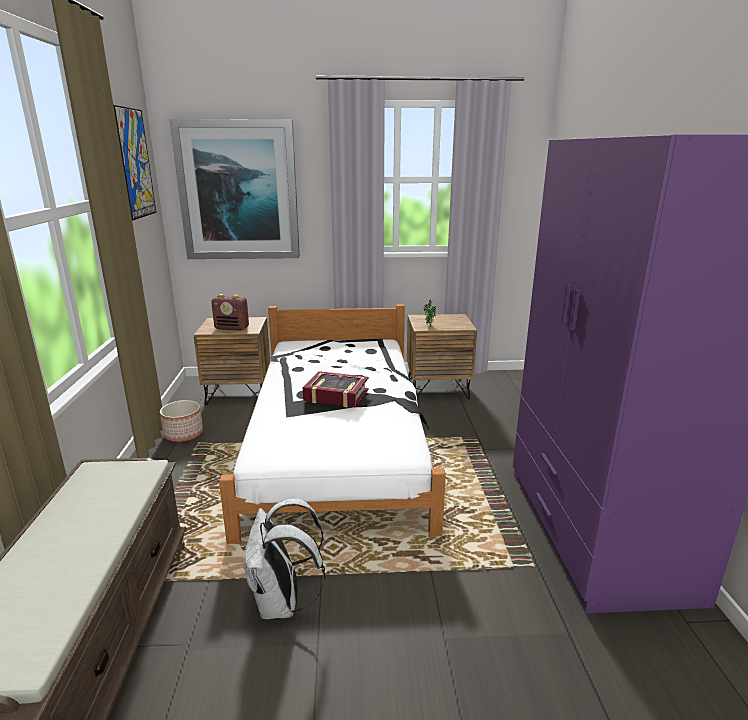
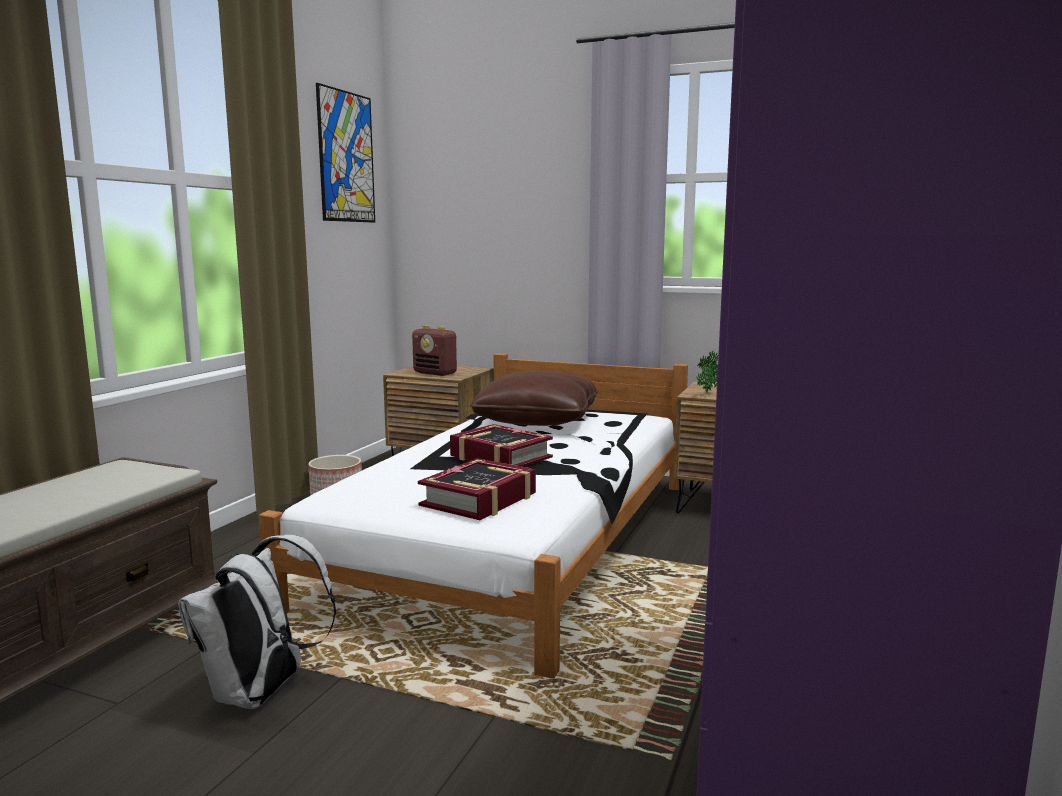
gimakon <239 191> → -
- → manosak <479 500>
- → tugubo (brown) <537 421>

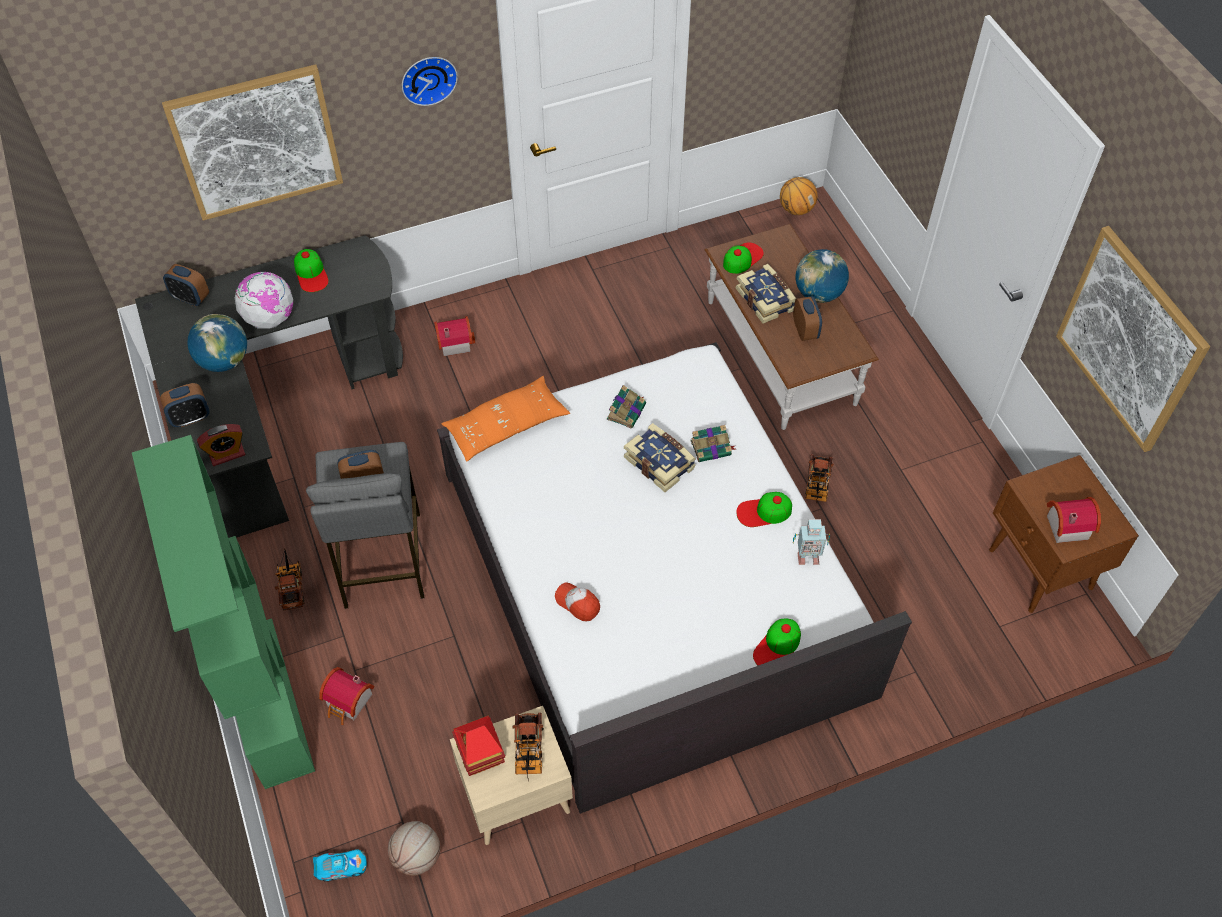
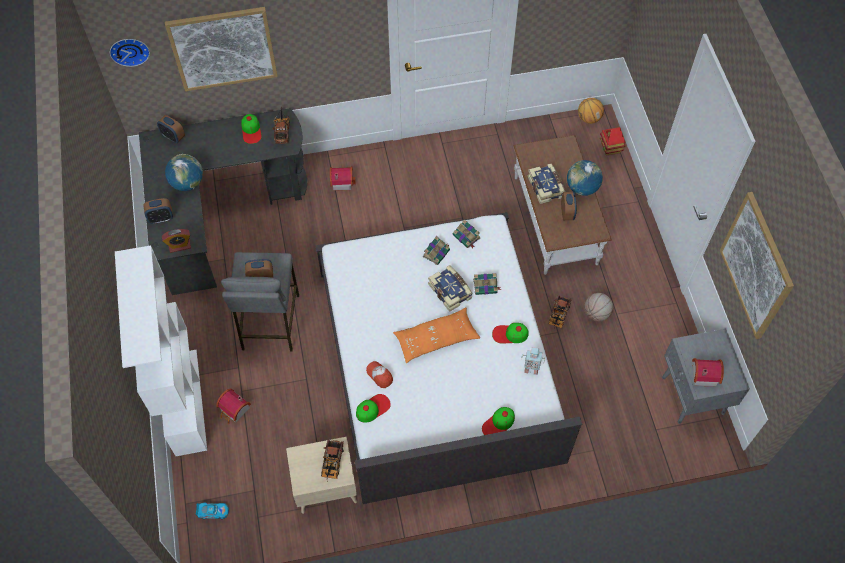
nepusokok <269 318> → -
- → manosak <466 237>
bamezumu <291 585> → bamezumu <282 130>, moved
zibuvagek <417 856> → zibuvagek <596 314>, moved
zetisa <428 78> → zetisa <129 50>, moved
tugubo (orange) <506 426> → tugubo (orange) <436 339>, moved
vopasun <481 755> → vopasun <610 148>, moved
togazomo <742 258> → togazomo <372 408>, moved
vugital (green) <267 700> → vugital (white) <185 401>
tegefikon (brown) <1040 570> → tegefikon (grey) <692 396>

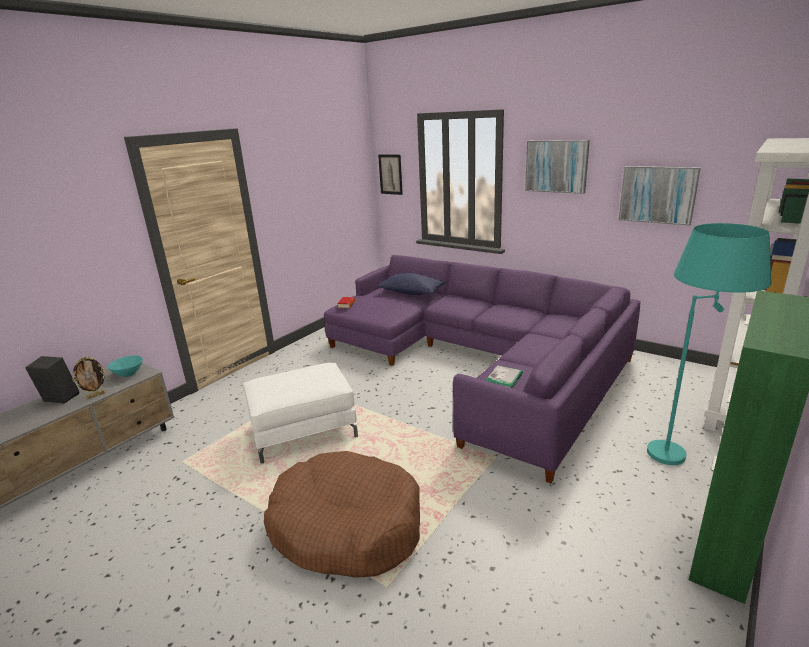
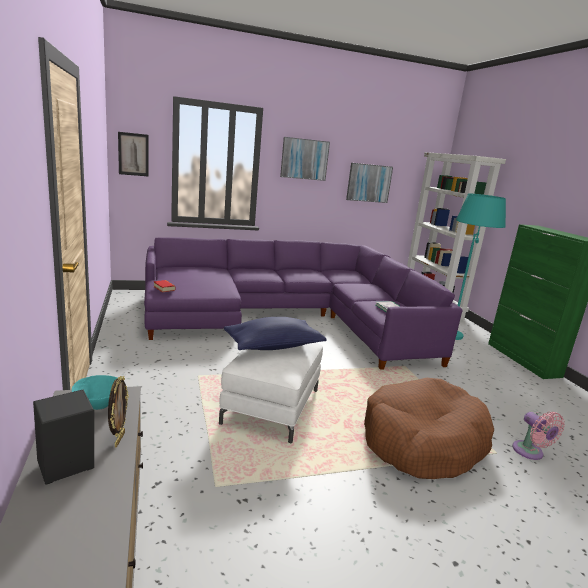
- → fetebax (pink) <530 452>
tugubo (blue) <411 293> → tugubo (blue) <273 346>, moved

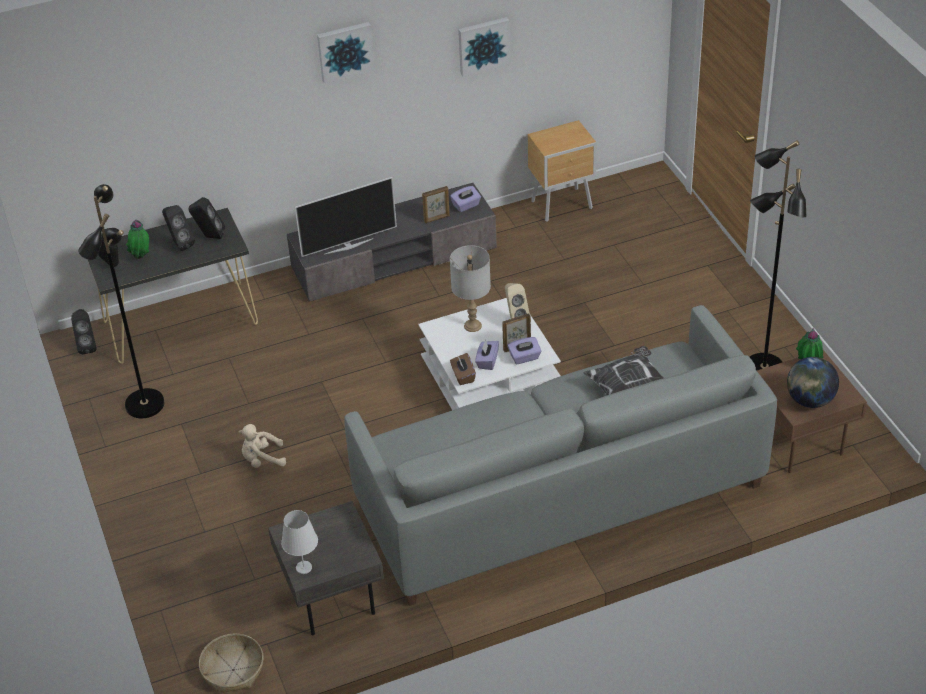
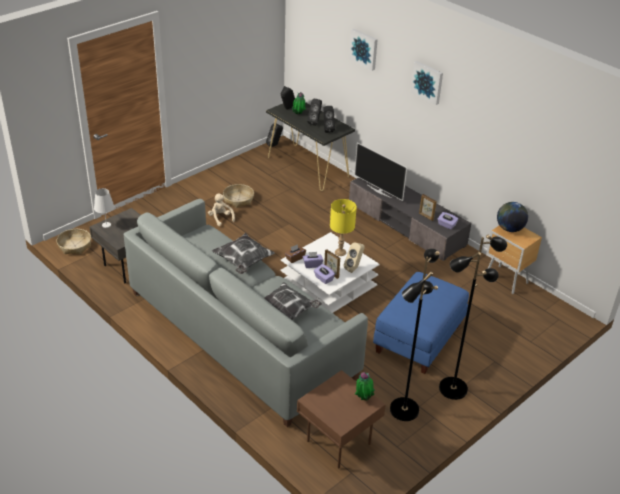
- → tugubo <243 261>
- → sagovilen <238 200>
- → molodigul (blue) <418 338>
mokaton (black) <143 404> → mokaton (black) <453 388>, moved
gimakon <483 45> → gimakon <364 49>, moved
nepusokok <809 400> → nepusokok <509 229>, moved
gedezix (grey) <473 325> → gedezix (yellow) <340 252>

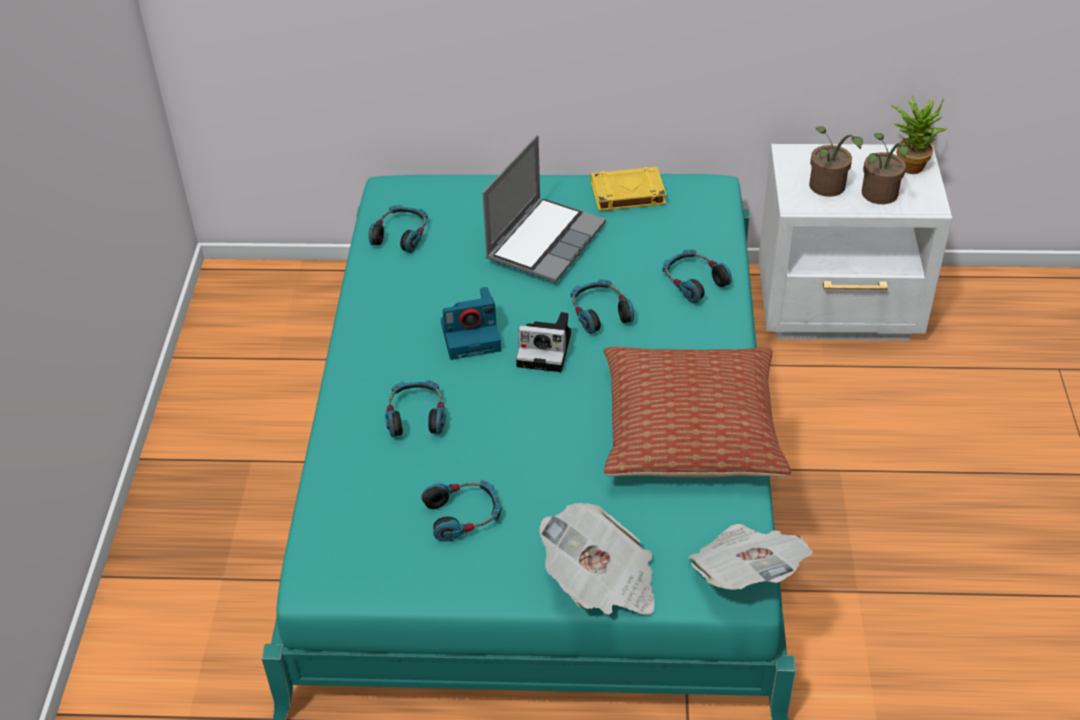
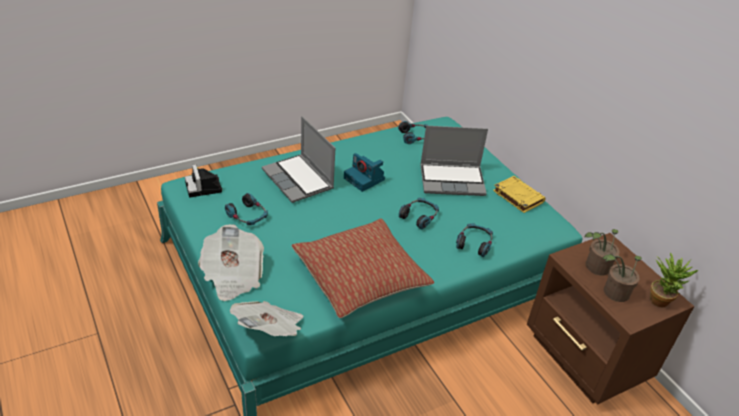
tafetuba <547 349> → tafetuba <204 188>, moved
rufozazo <416 415> → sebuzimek <299 180>
tegefikon (white) <840 309> → tegefikon (brown) <586 358>

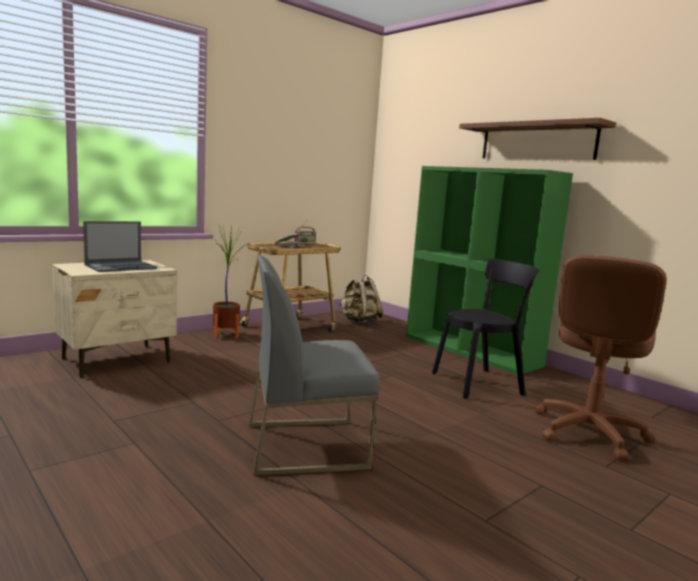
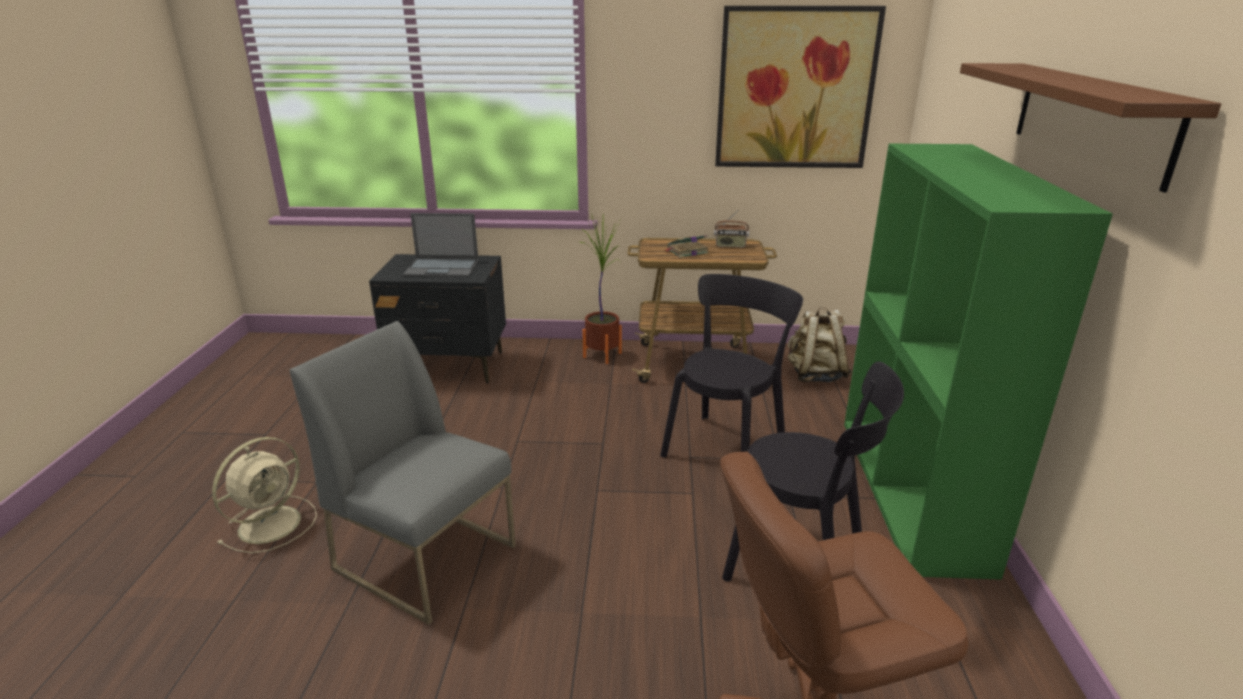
- → fetebax (beige) <272 523>
- → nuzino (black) <726 447>
- → gimakon <795 89>
tegefikon (beige) <117 360> → tegefikon (black) <450 366>

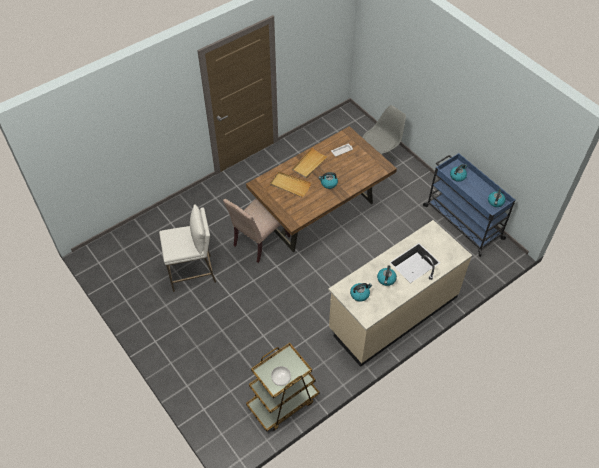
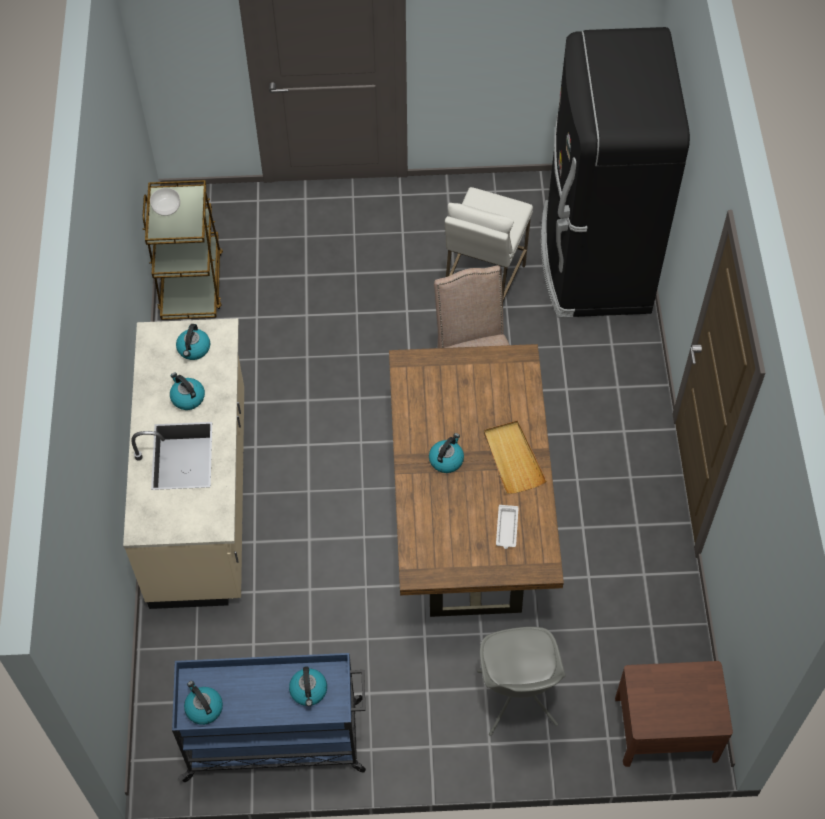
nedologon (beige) <290 185> → -
- → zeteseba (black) <593 261>
- → tegefikon (brown) <666 728>

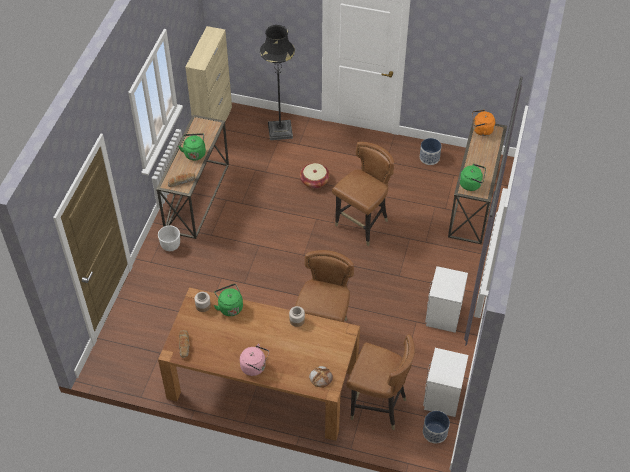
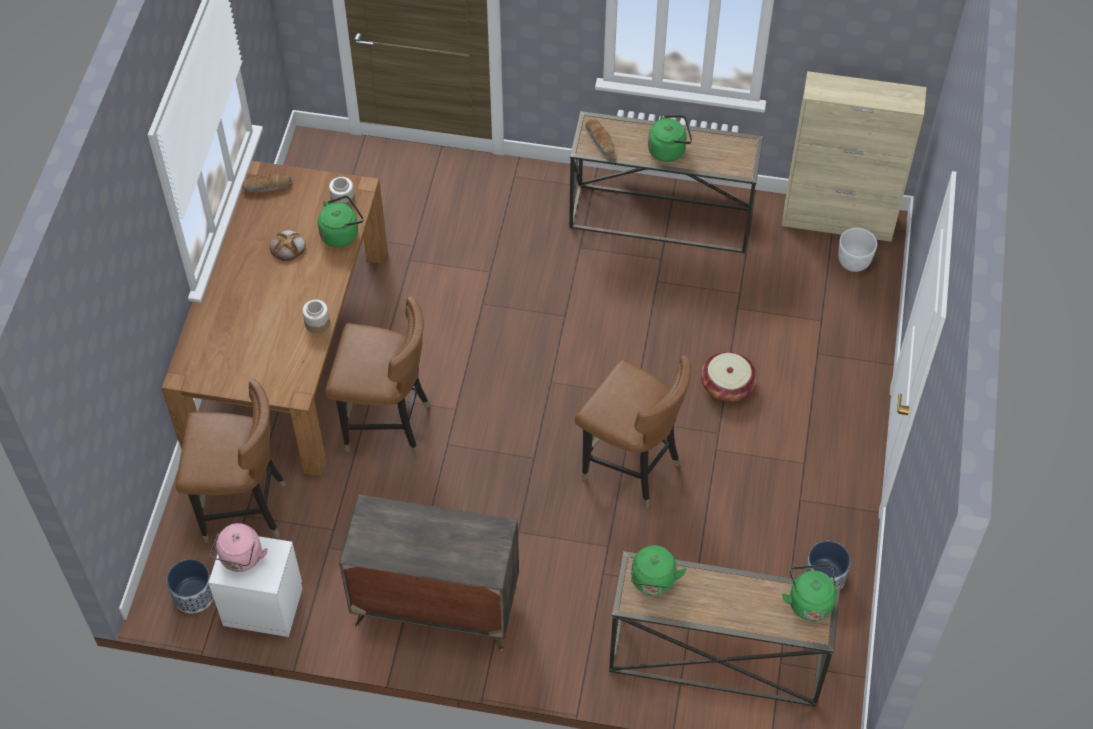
mokaton (black) <280 131> → -
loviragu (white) <171 245> → loviragu (white) <854 262>, moved
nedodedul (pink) <255 367> → nedodedul (pink) <241 559>, moved
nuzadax <321 377> → nuzadax <288 247>, moved
tegefikon (white) <442 315> → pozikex <434 605>
nedodedul (orange) <481 130> → nedodedul (green) <809 601>
nuzino (brown) <377 407> → nuzino (brown) <243 509>, 105 degrees counterclockwise

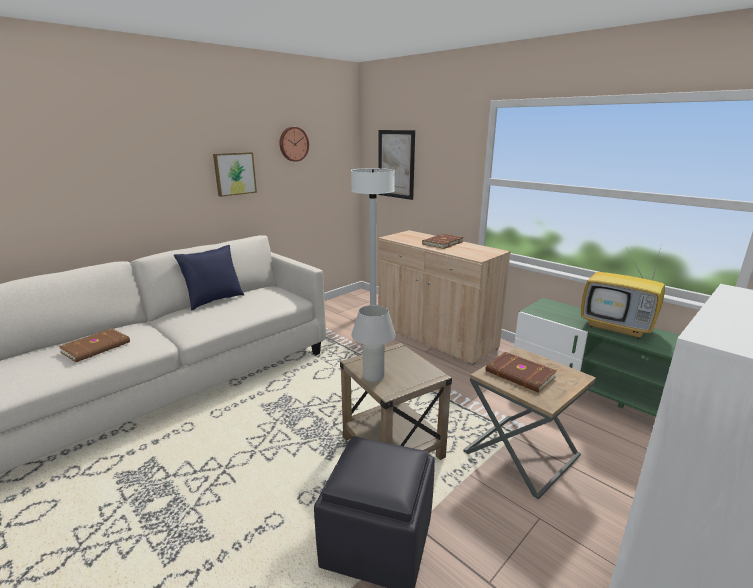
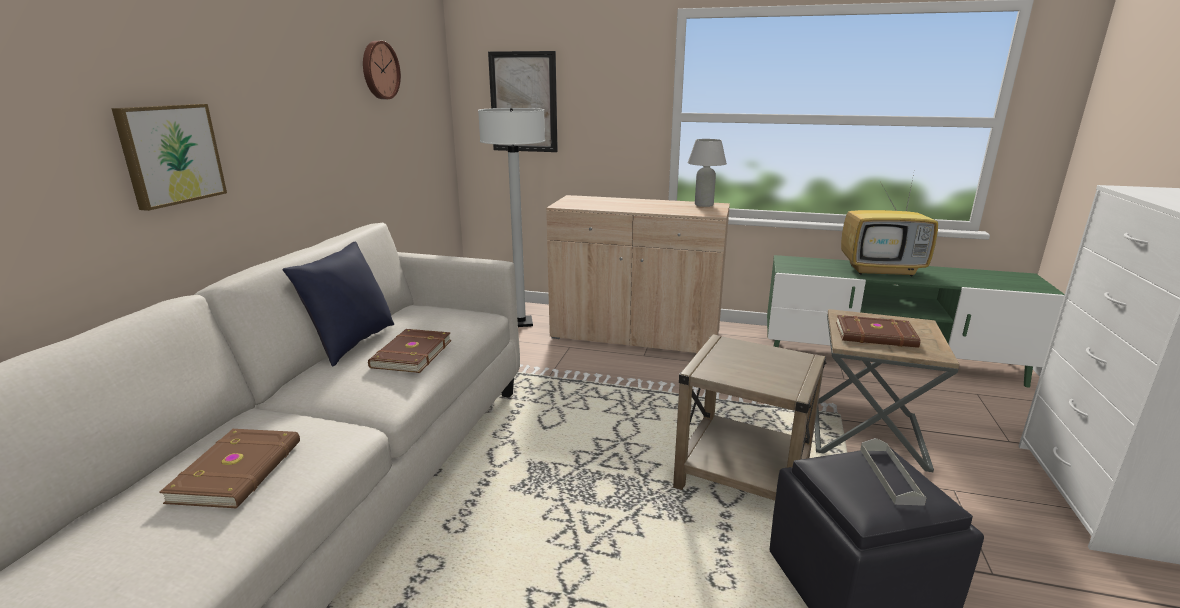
- → nedologon (grey) <890 475>
gimakon <234 173> → gimakon <170 154>, moved
gedezix (white) <373 376> → gedezix (white) <704 205>, moved
manosak (brown) <442 243> → manosak (brown) <410 354>, moved

